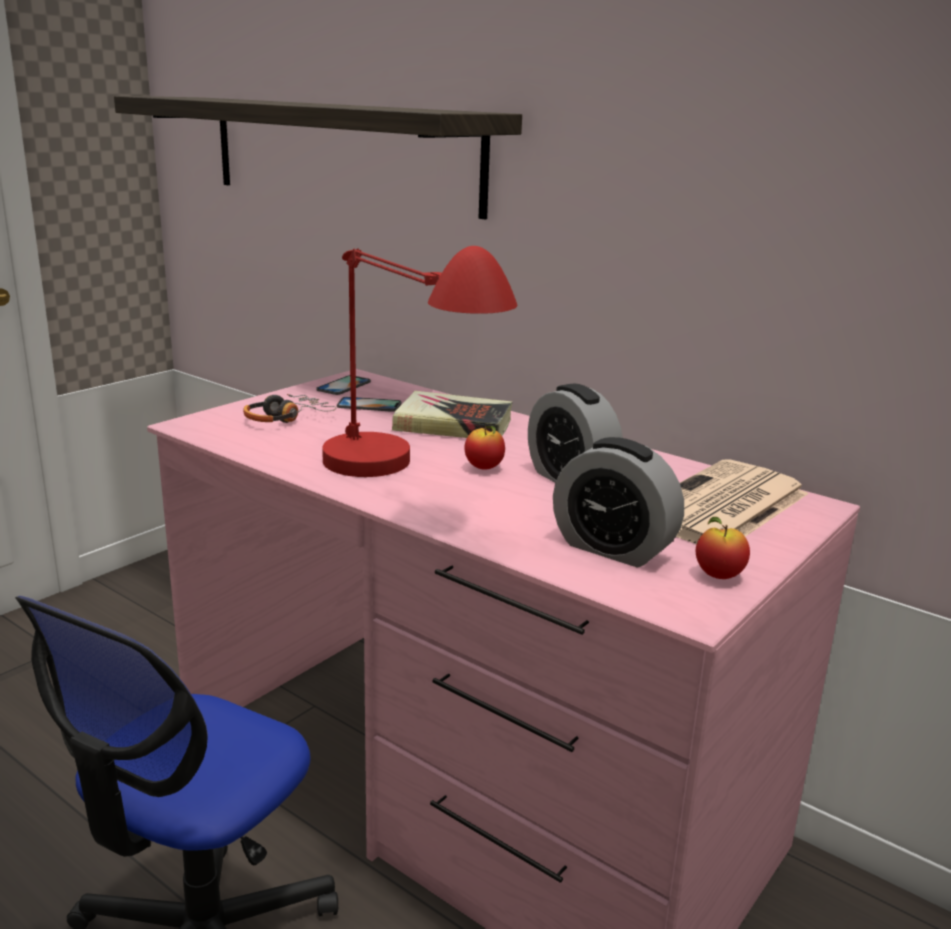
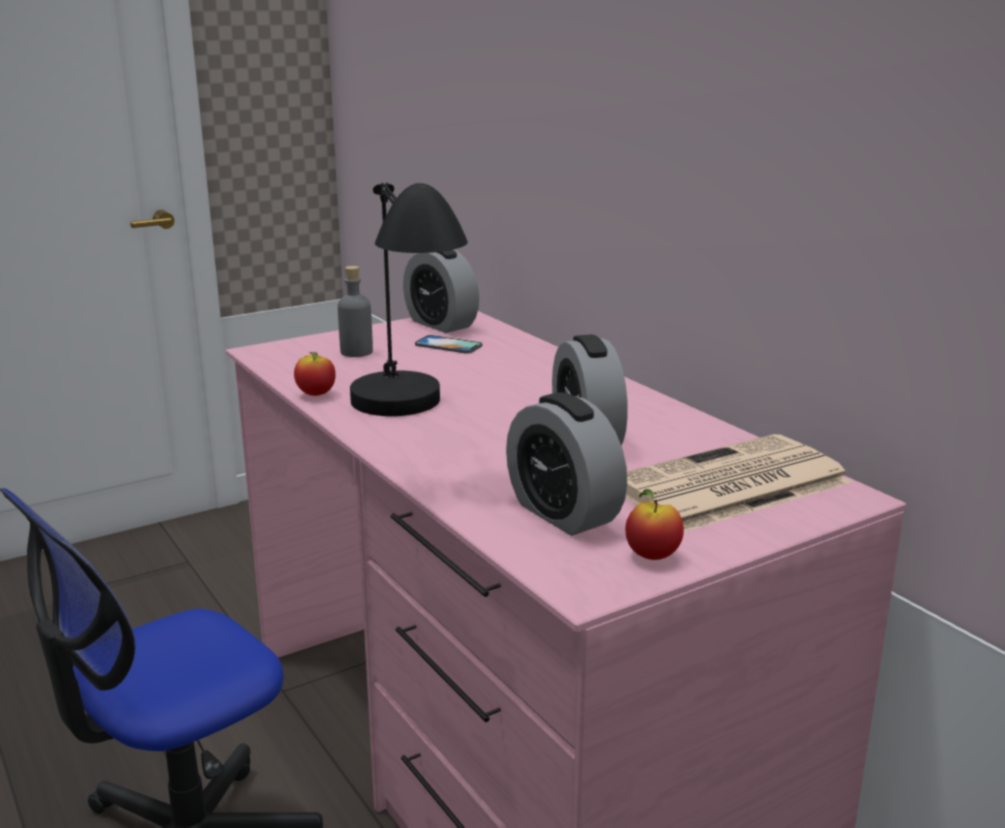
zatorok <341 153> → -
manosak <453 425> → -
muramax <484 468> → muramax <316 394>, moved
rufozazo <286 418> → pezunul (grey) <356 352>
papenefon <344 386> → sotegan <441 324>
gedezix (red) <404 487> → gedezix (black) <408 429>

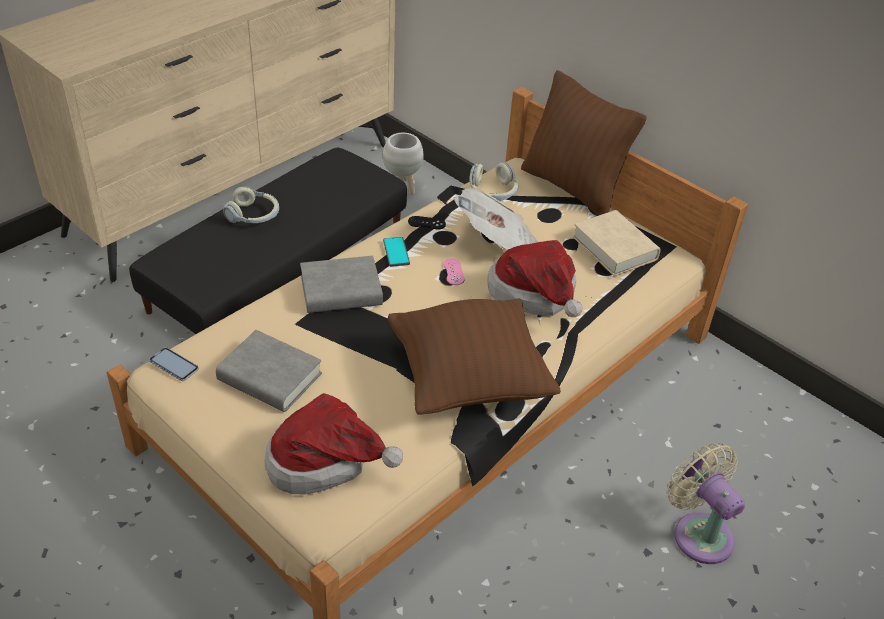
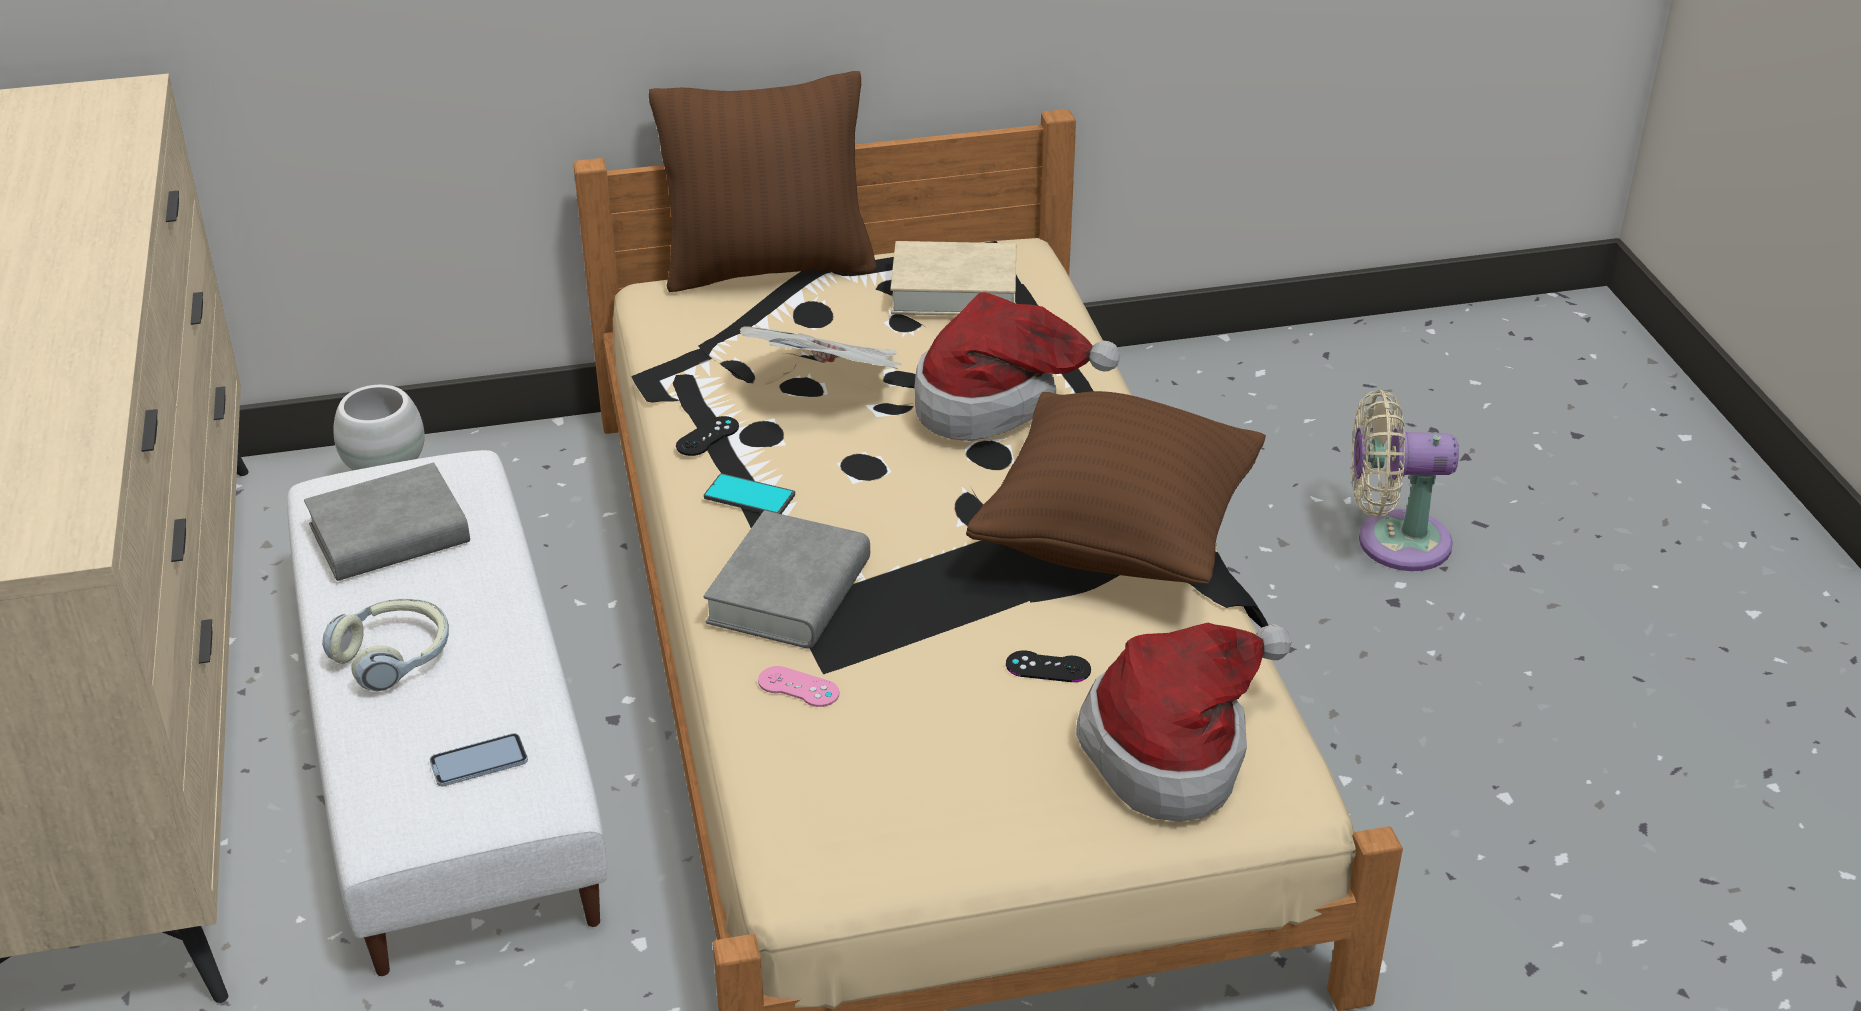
rufozazo <492 192> → -
- → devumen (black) <1048 667>
papenefon <174 365> → papenefon <479 762>, moved
manosak (grey) <269 377> → manosak (grey) <389 535>, moved
devumen (pink) <453 272> → devumen (pink) <798 687>, moved
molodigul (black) <279 268> → molodigul (white) <445 740>

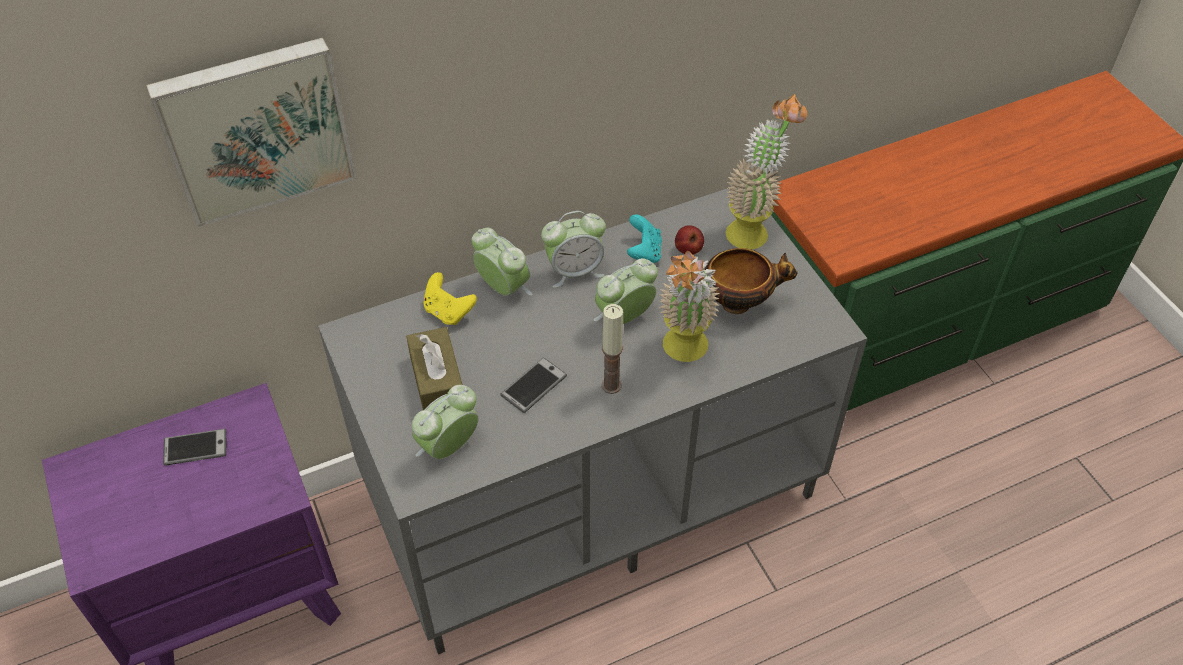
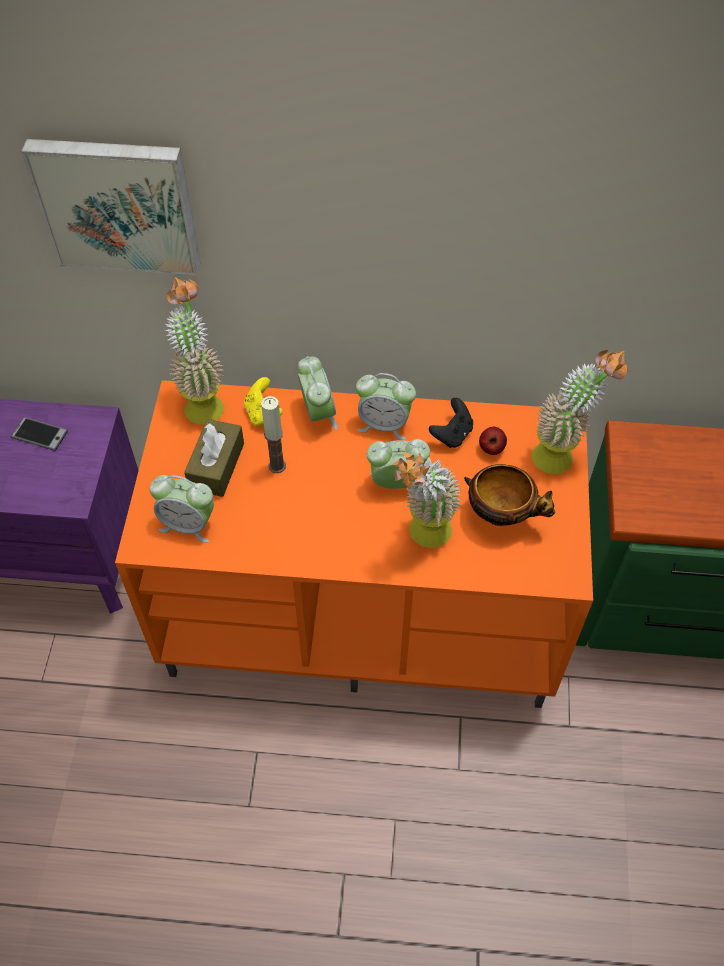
papenefon <533 386> → -
- → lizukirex <202 401>
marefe <611 385> → marefe <277 466>, moved
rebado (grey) <593 489> → rebado (orange) <365 609>
devumen (turquoise) <644 253> → devumen (black) <452 434>
sotegan <449 447> → sotegan <188 524>, 150 degrees counterclockwise

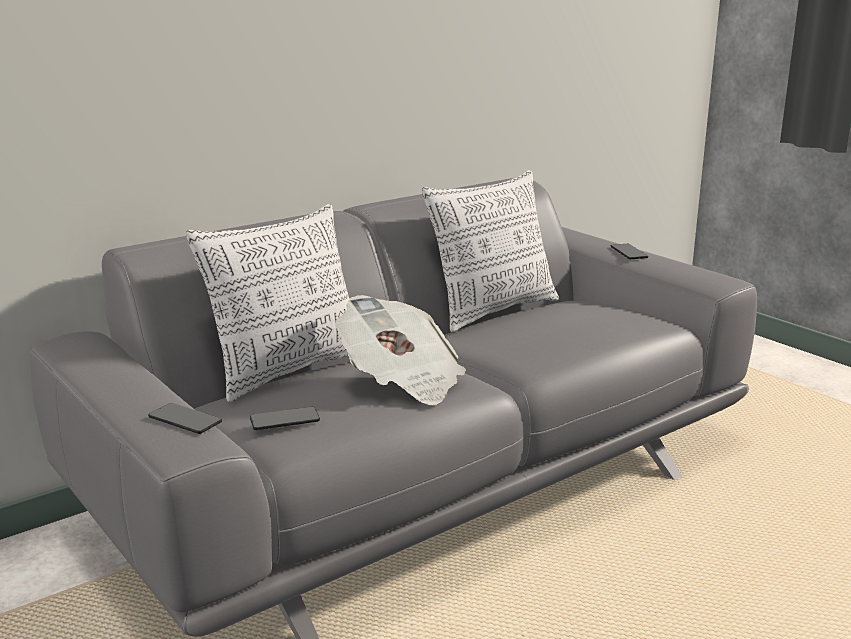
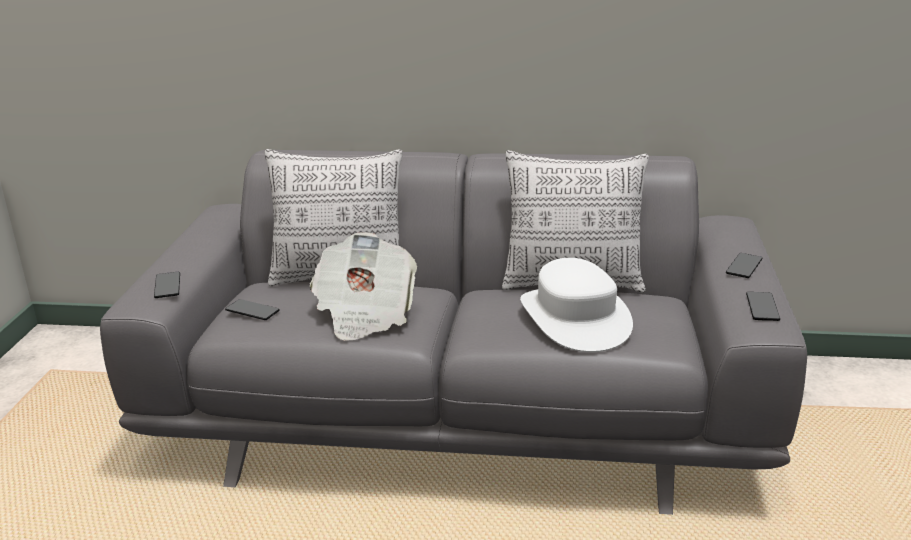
- → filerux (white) <575 318>
- → papenefon <762 307>

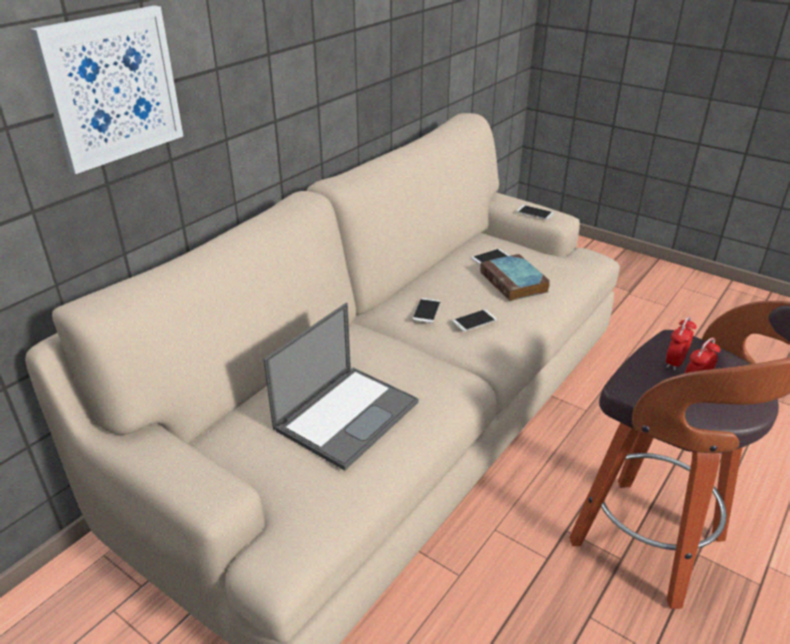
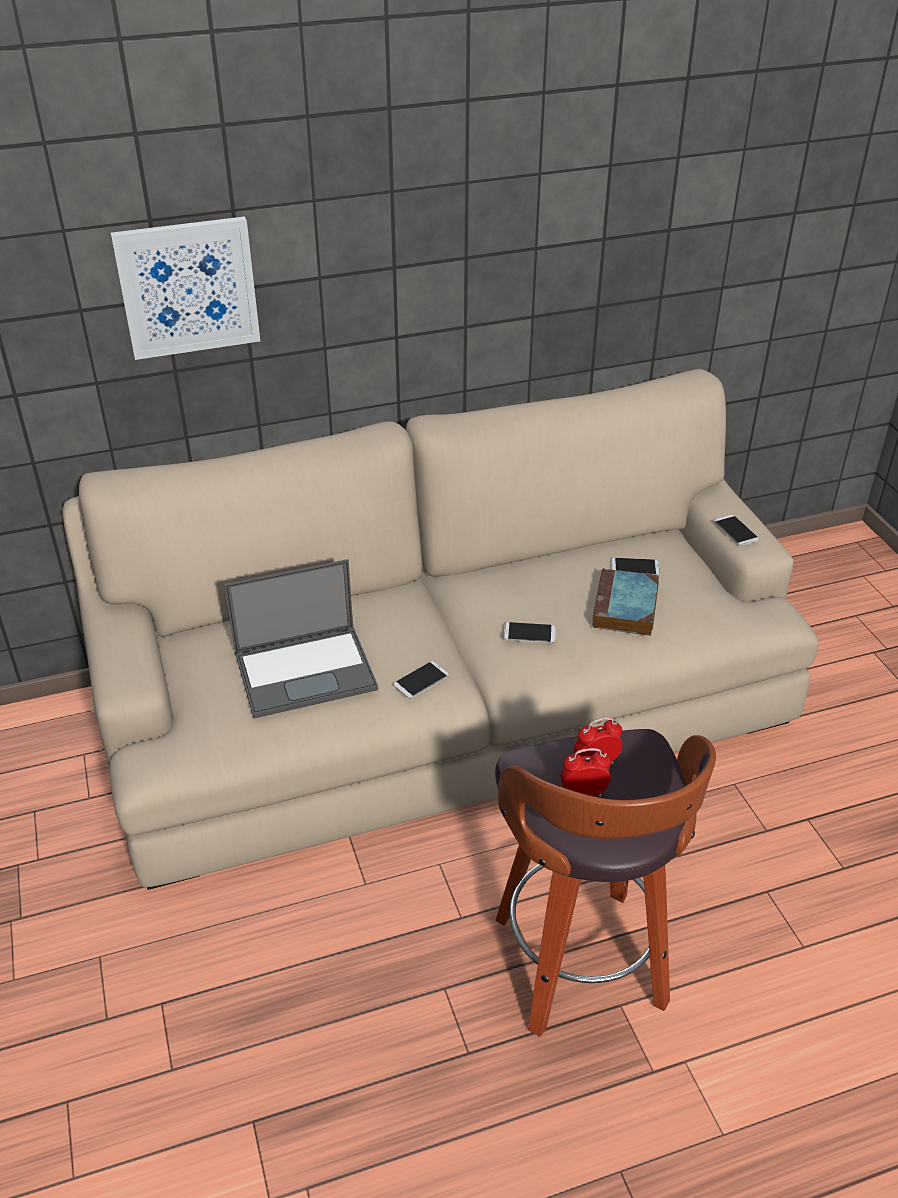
papenefon <426 311> → papenefon <421 680>, moved

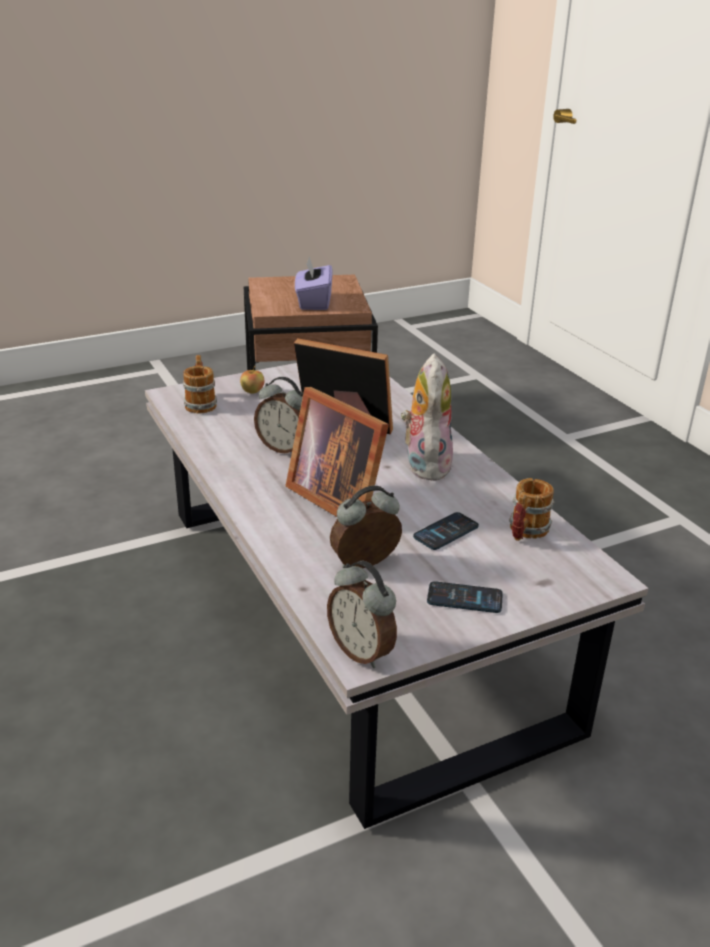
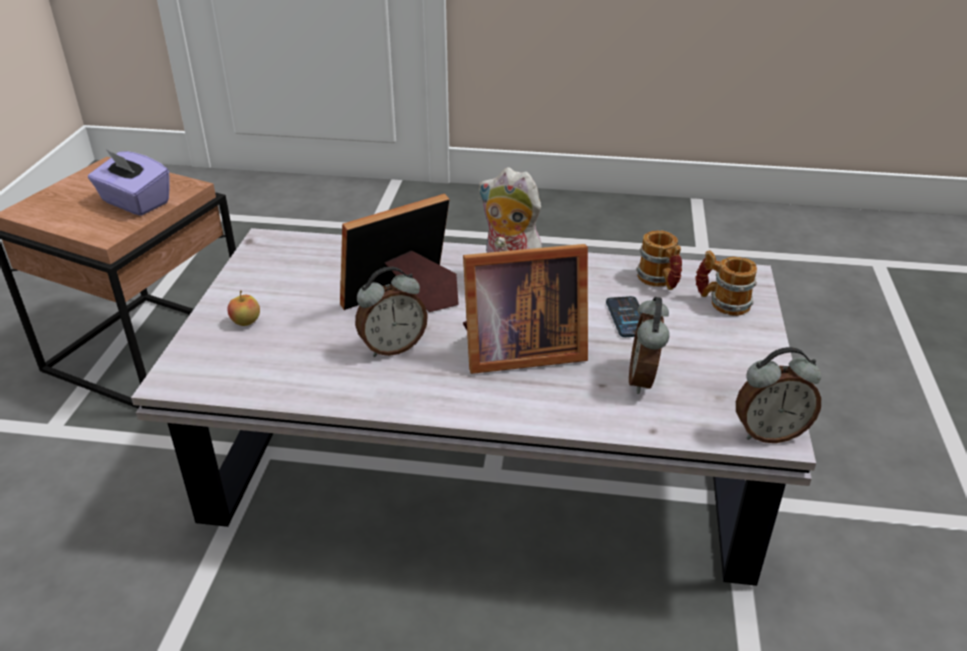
papenefon <464 598> → -
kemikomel <200 403> → kemikomel <721 302>, moved

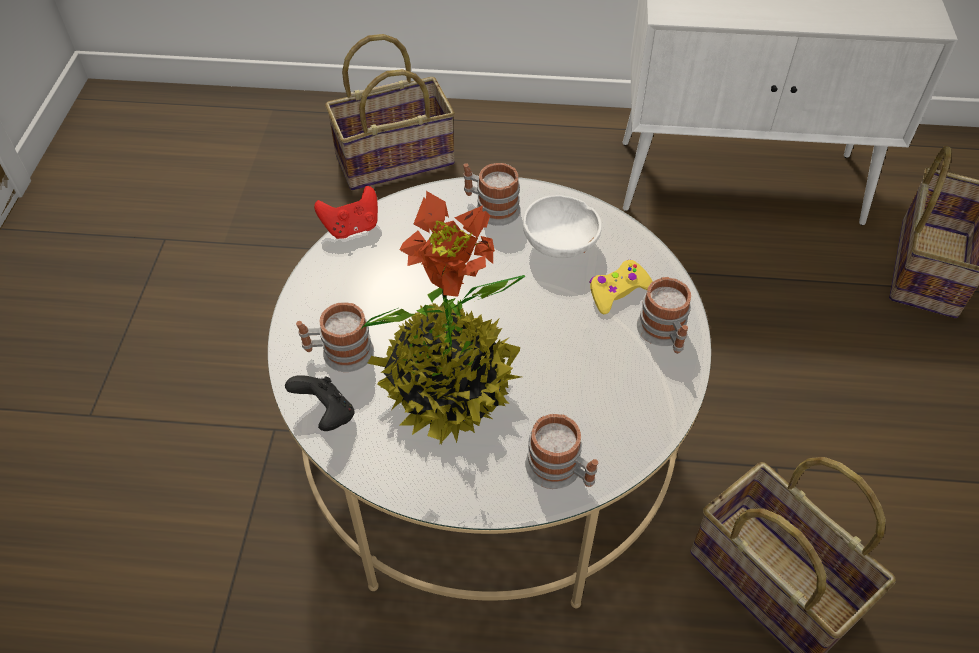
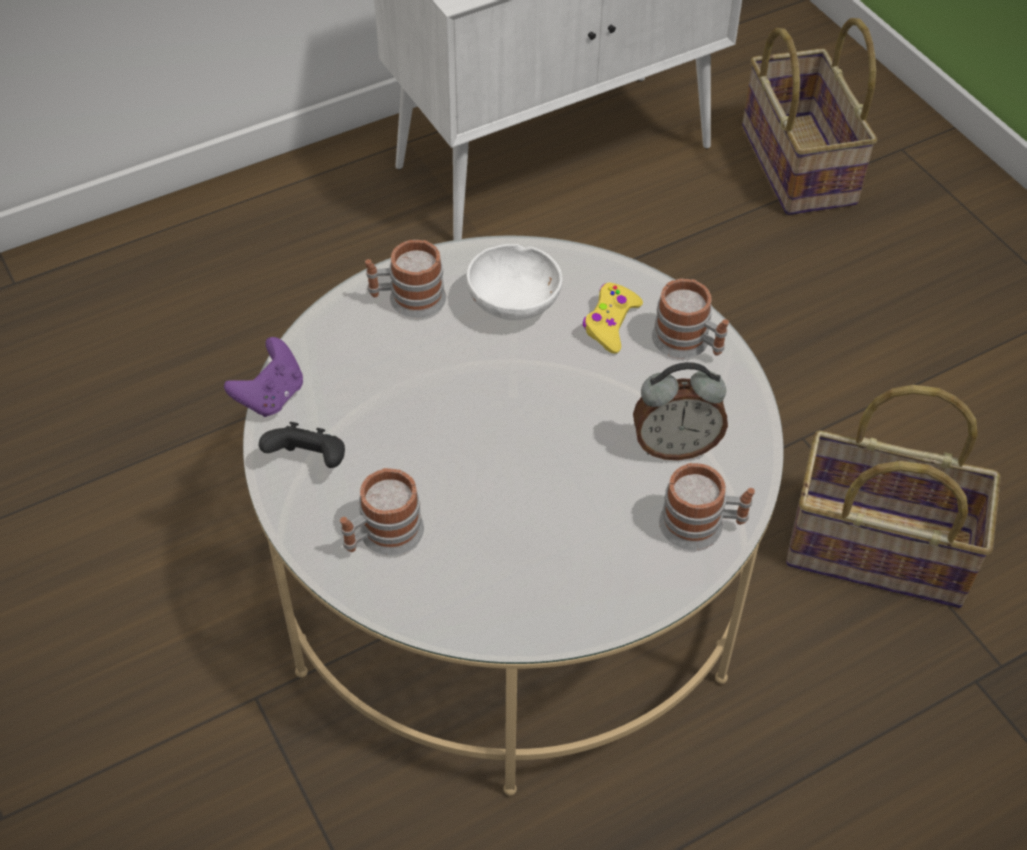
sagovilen <395 158> → -
lizukirex <447 387> → -
- → sotegan <675 446>
devumen (black) <326 414> → devumen (black) <309 461>, moved
devumen (red) <352 227> → devumen (purple) <271 396>

